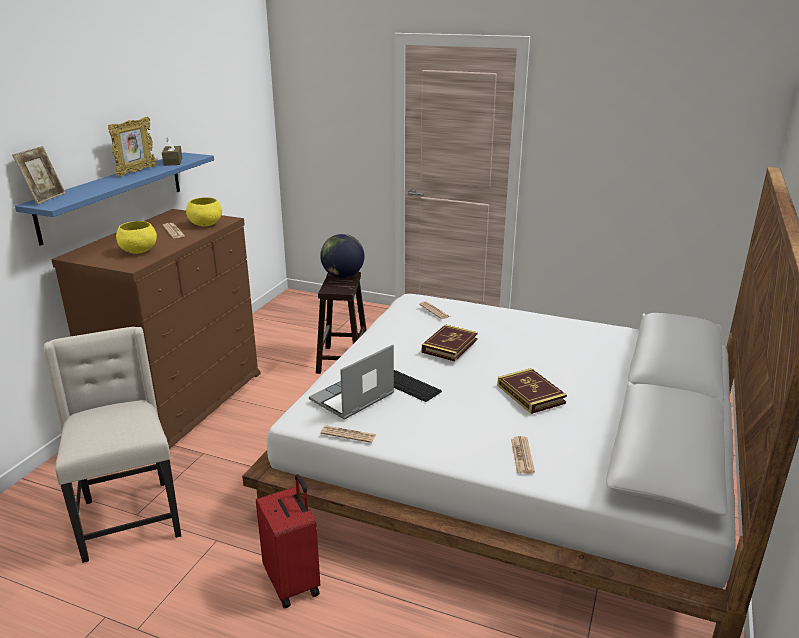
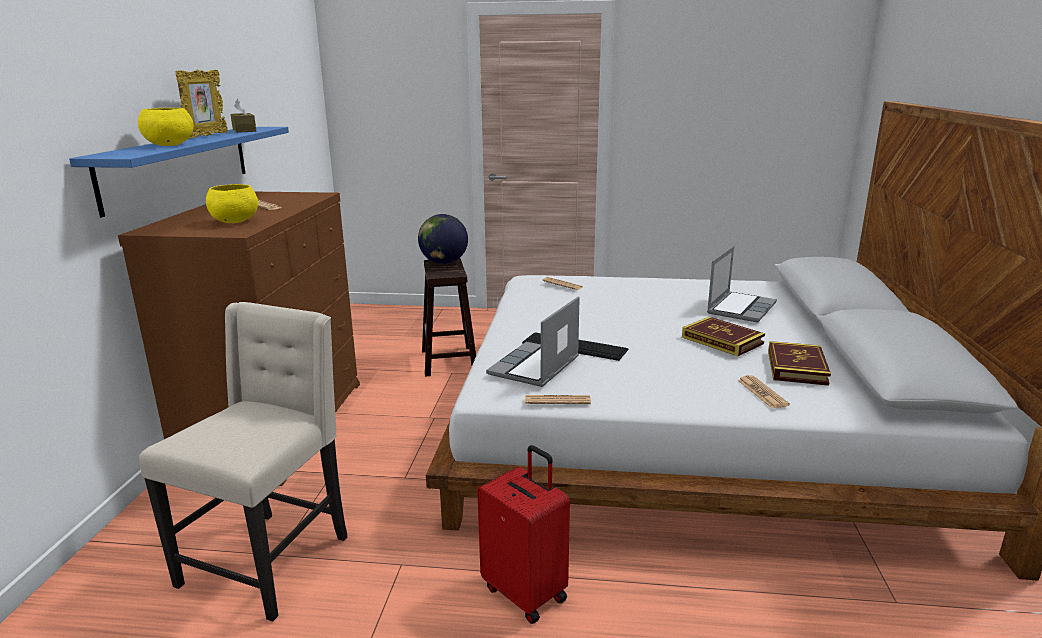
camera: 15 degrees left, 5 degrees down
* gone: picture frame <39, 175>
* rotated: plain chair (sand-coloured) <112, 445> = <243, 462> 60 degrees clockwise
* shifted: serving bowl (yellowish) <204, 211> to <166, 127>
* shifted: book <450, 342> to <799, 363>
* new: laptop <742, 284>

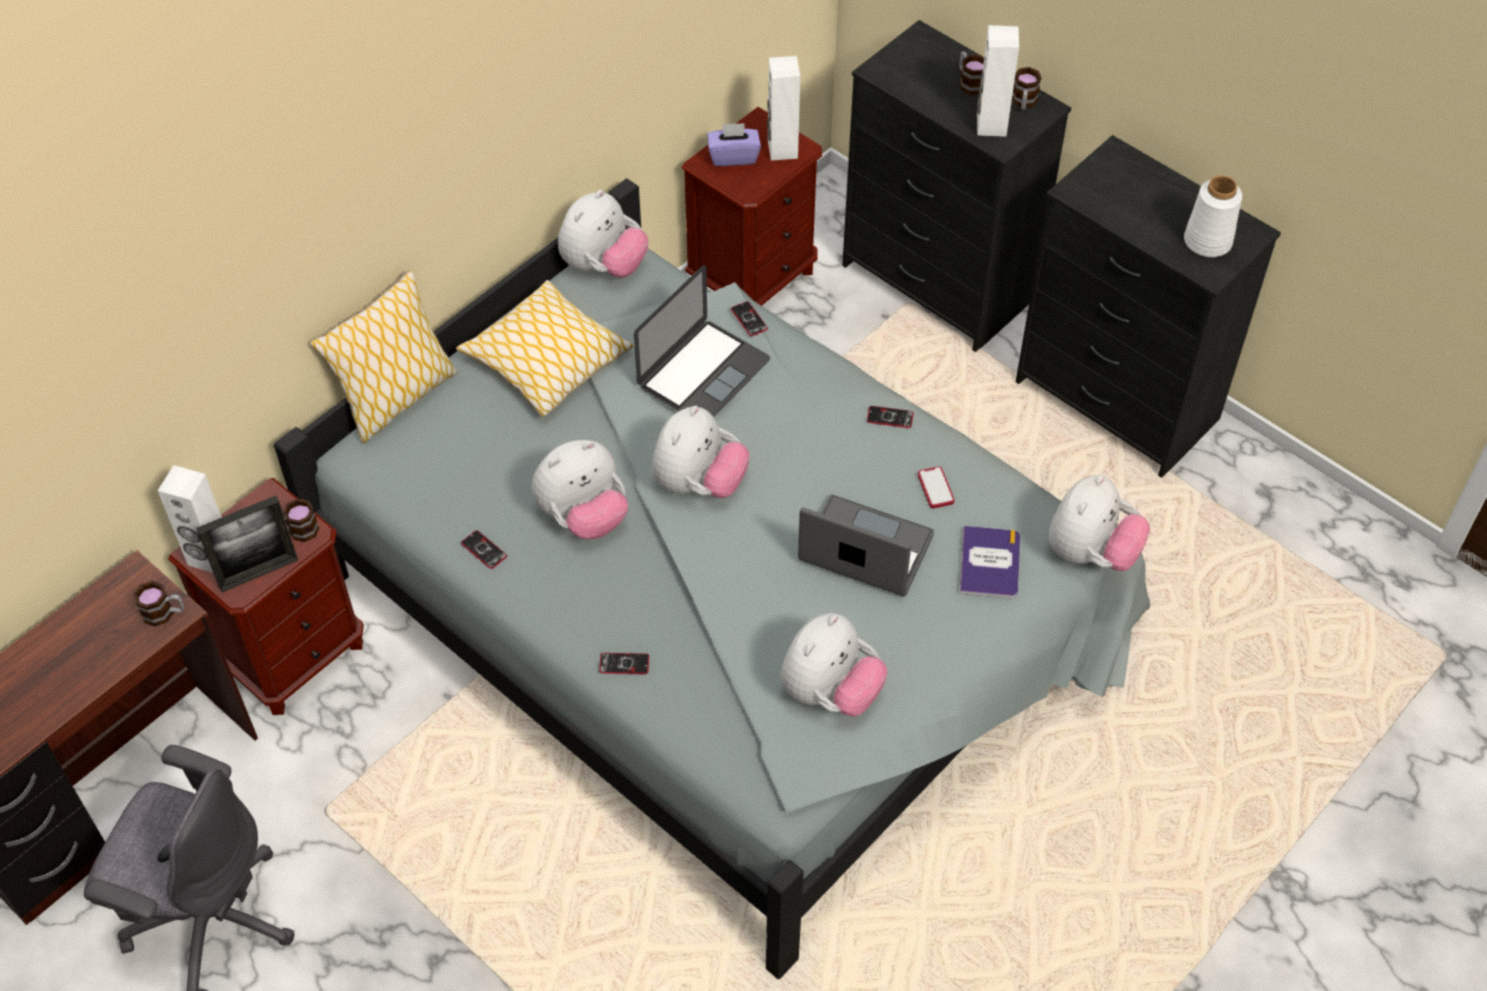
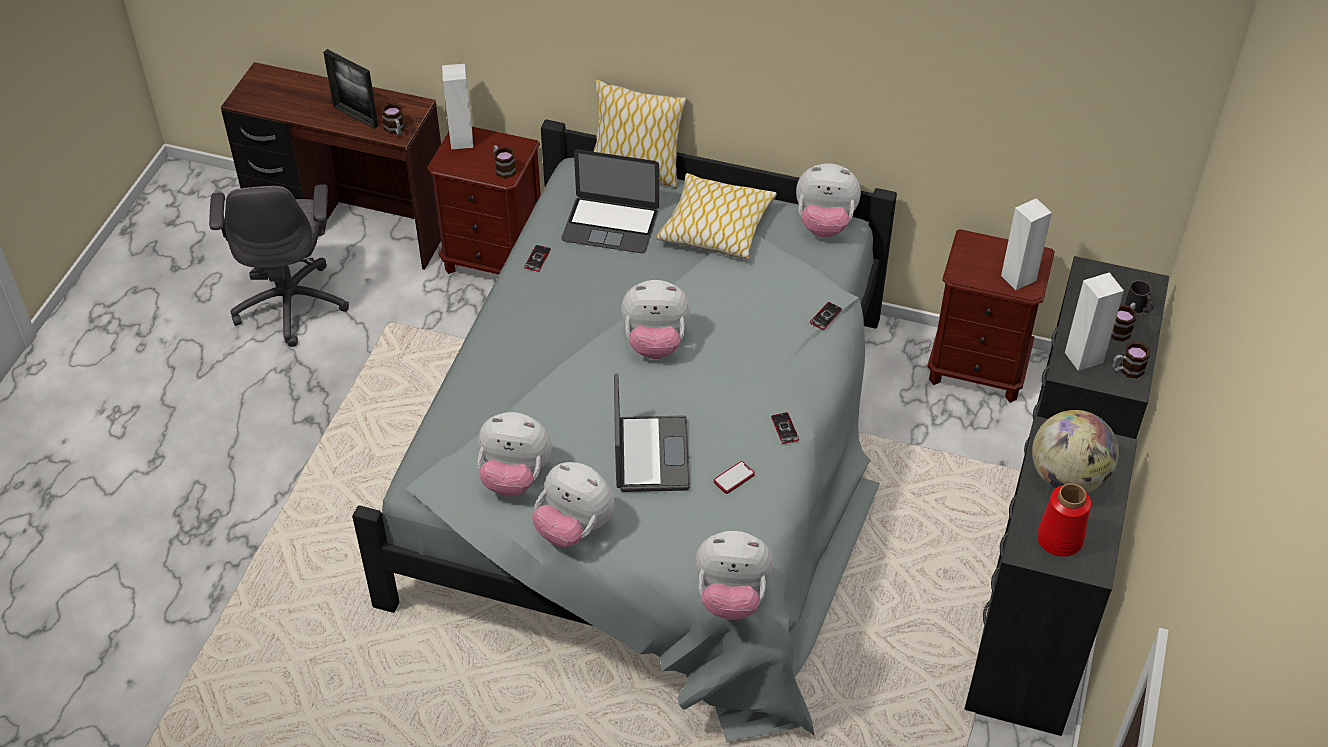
camera: 65 degrees right, 5 degrees down
* shifted: picture frame <247, 543> to <350, 89>
* shifted: cuddly toy <580, 489> to <573, 504>
* gone: phone <624, 663>
* shifted: laptop <702, 341> to <610, 201>
* gone: box of tissues (purple) <734, 144>
* gone: book <990, 562>
* repainted: vase (white) <1213, 216> to vase (red-coloured) <1064, 520>
* new: world globe <1075, 451>
* new: mug (black) <1139, 297>

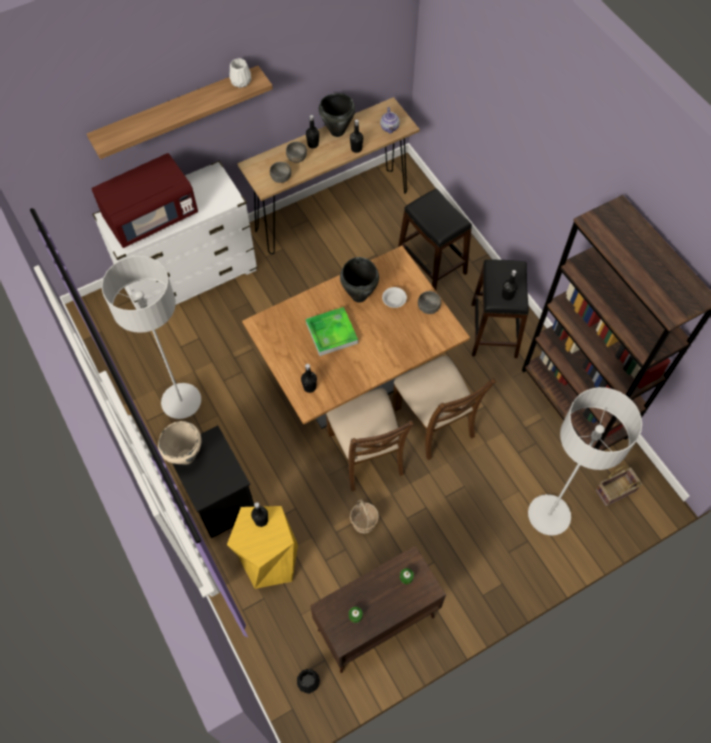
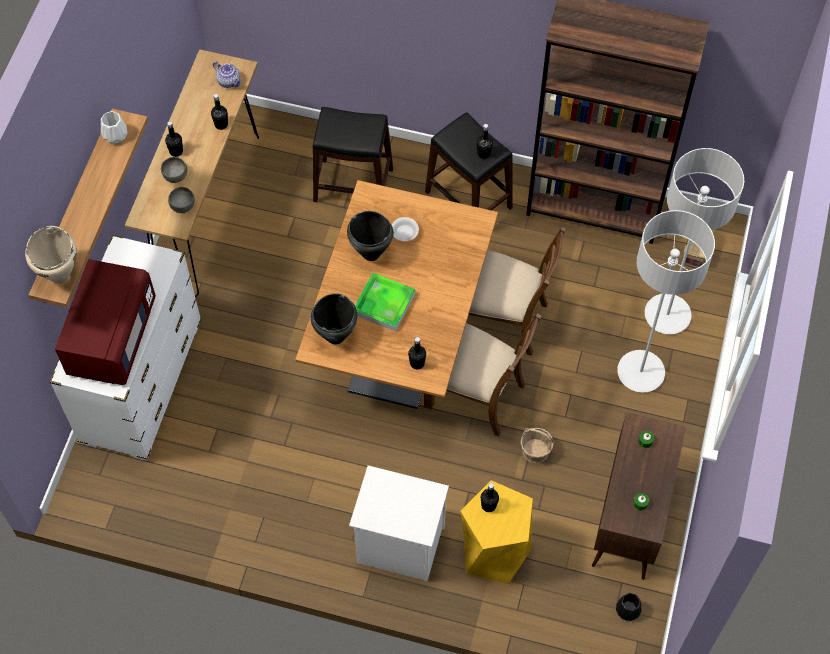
camera: 45 degrees left, 0 degrees up
* shifted: standing lamp (grey) <151, 337> to <666, 301>
* shifted: saucepot (sand-coloured) <179, 443> to <51, 255>
* repainted: nightstand (black) <213, 481> to nightstand (white) <399, 523>
* shifted: saucepot (black) <337, 115> to <334, 318>
* gone: serving bowl (grey) <429, 302>

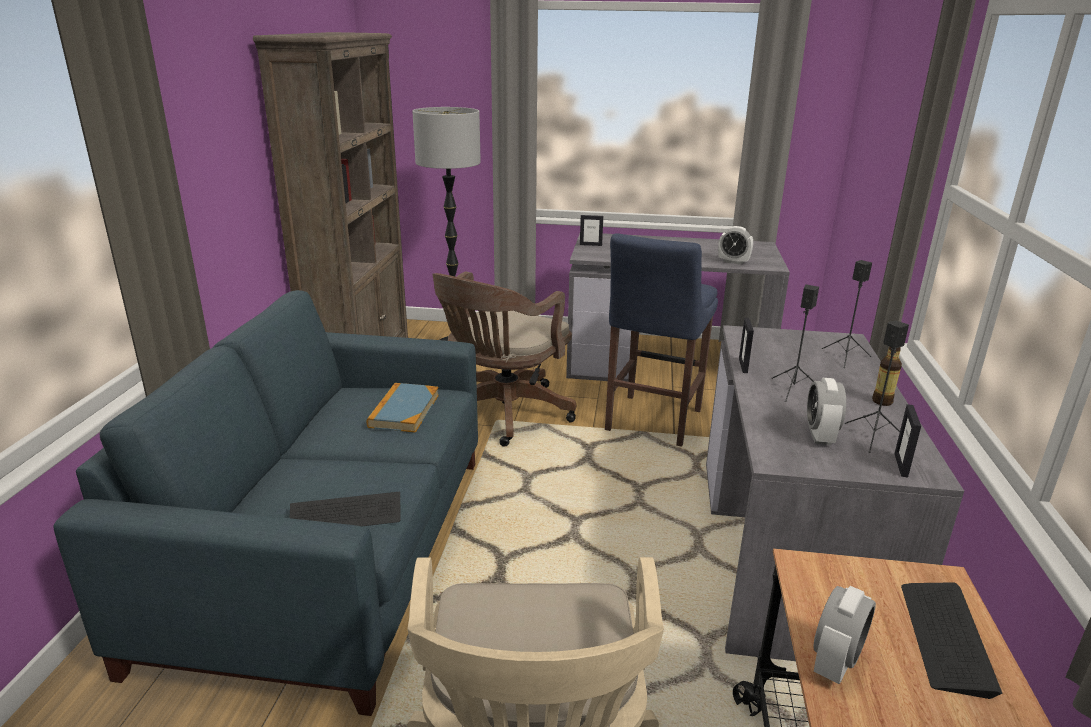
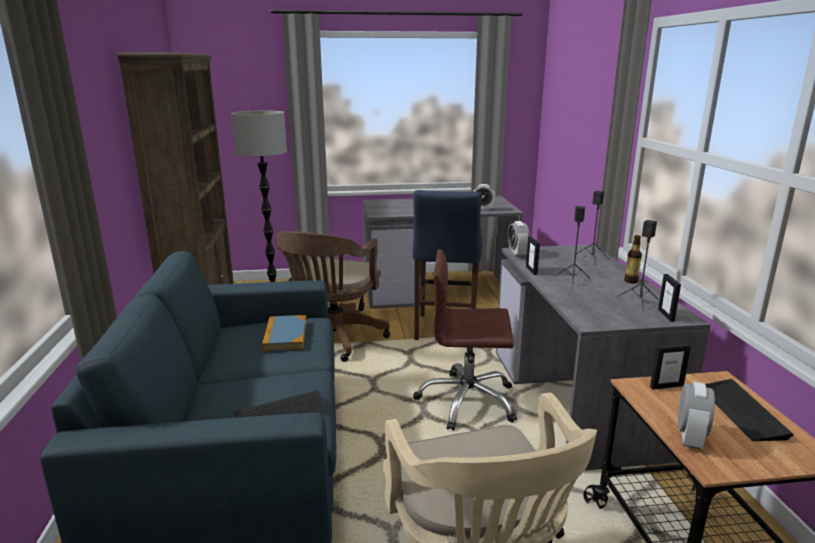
camera: 15 degrees left, 5 degrees down
* shifted: picture frame <591, 230> to <670, 367>
* shifted: bedside clock <826, 411> to <519, 239>
* new: computer chair (brown) <465, 340>

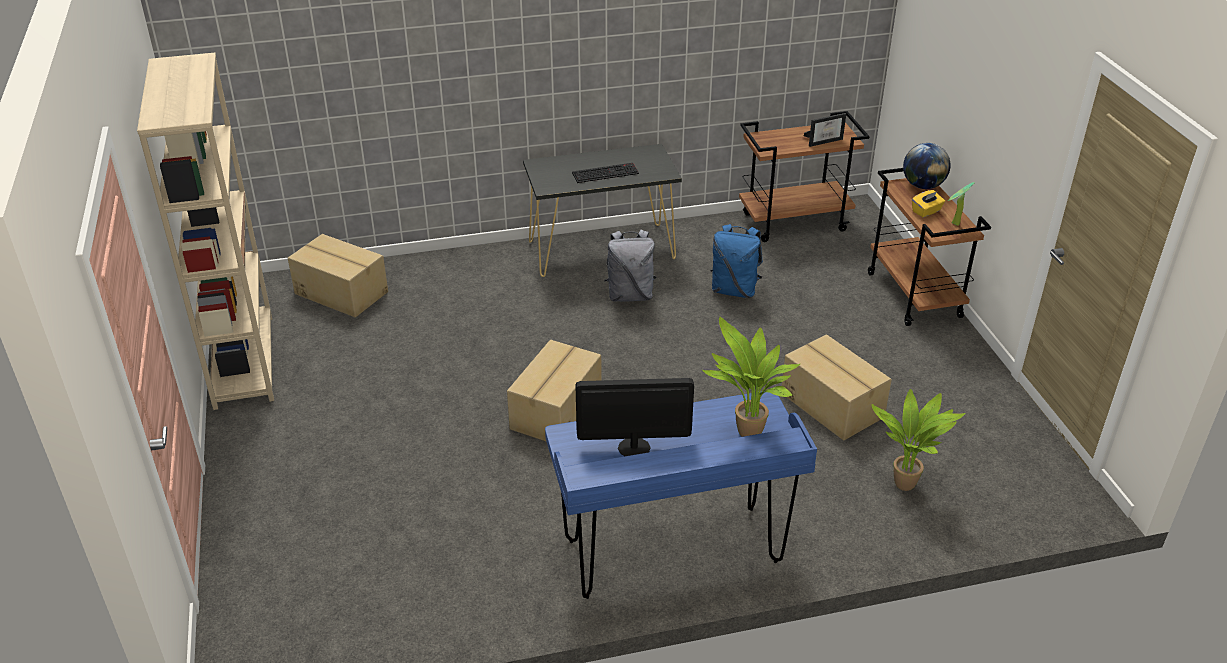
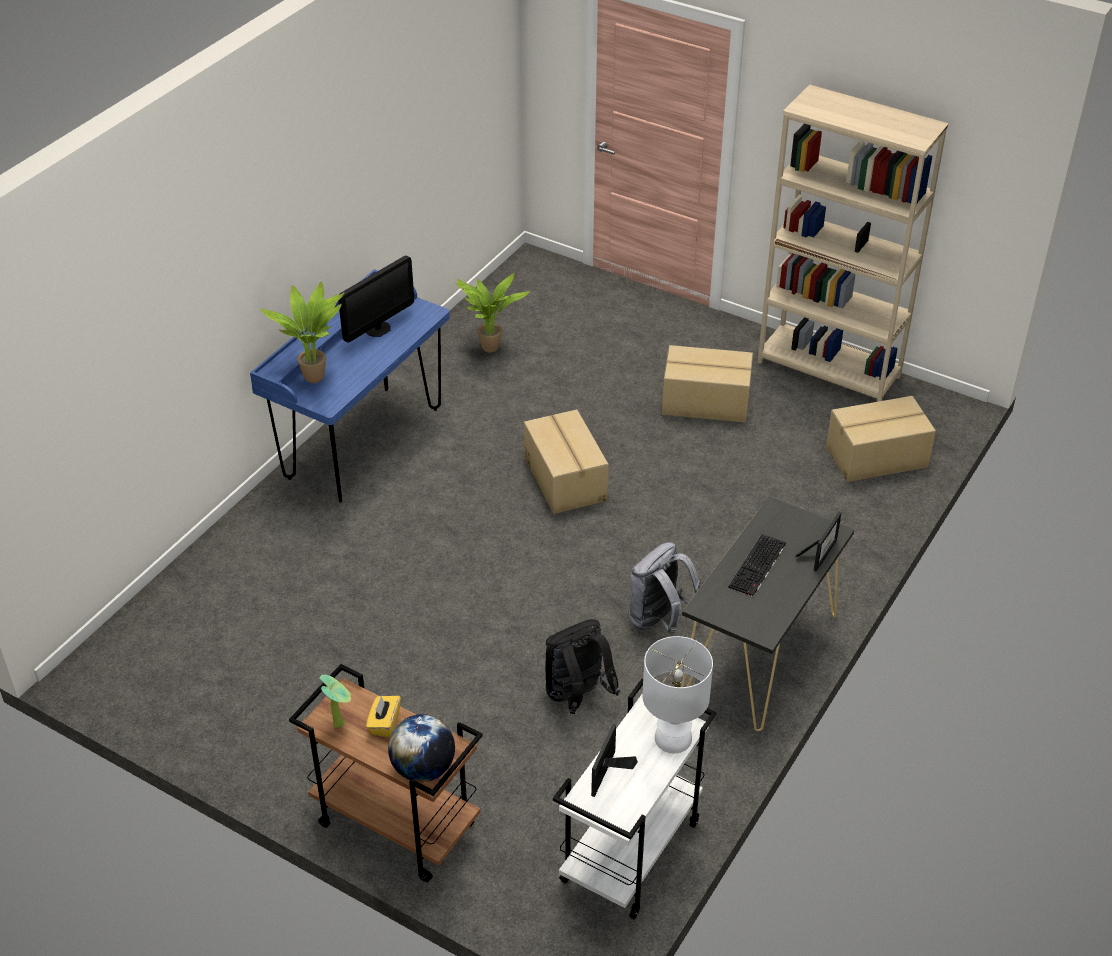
camera: 135 degrees right, 5 degrees up
* repainted: rucksack (bluish) <737, 261> to rucksack (black) <582, 666>
* repainted: cart (brown) <804, 176> to cart (white) <635, 799>
* shifted: cardboard box <837, 387> to <707, 383>
* shifted: potted plant <918, 440> to <492, 312>
* new: lamp for a table (white) <677, 694>
* new: picture frame <818, 541>

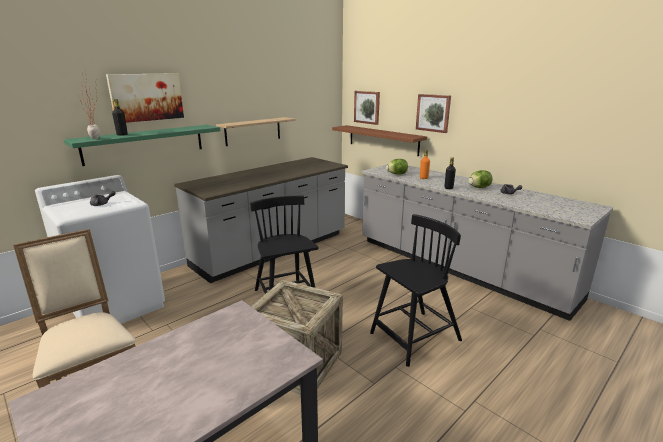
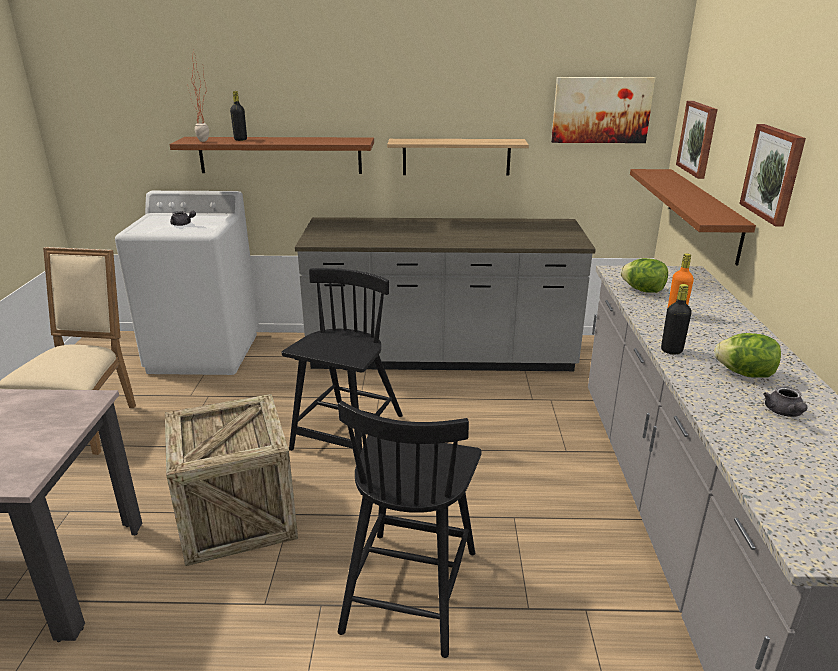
camera: 45 degrees right, 5 degrees up
* repainted: bracket shelf (green-coloured) <142, 145> to bracket shelf (brown) <271, 155>
* shifted: wall art <145, 98> to <603, 110>
* rotated: plain chair (black) <416, 290> = <410, 529> 90 degrees clockwise

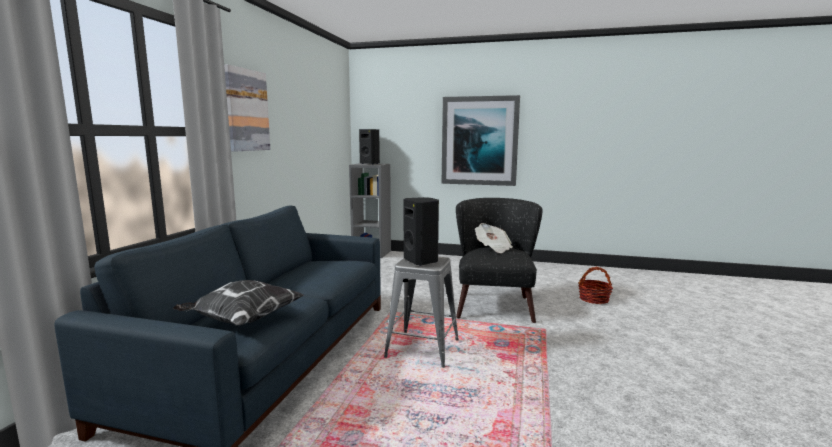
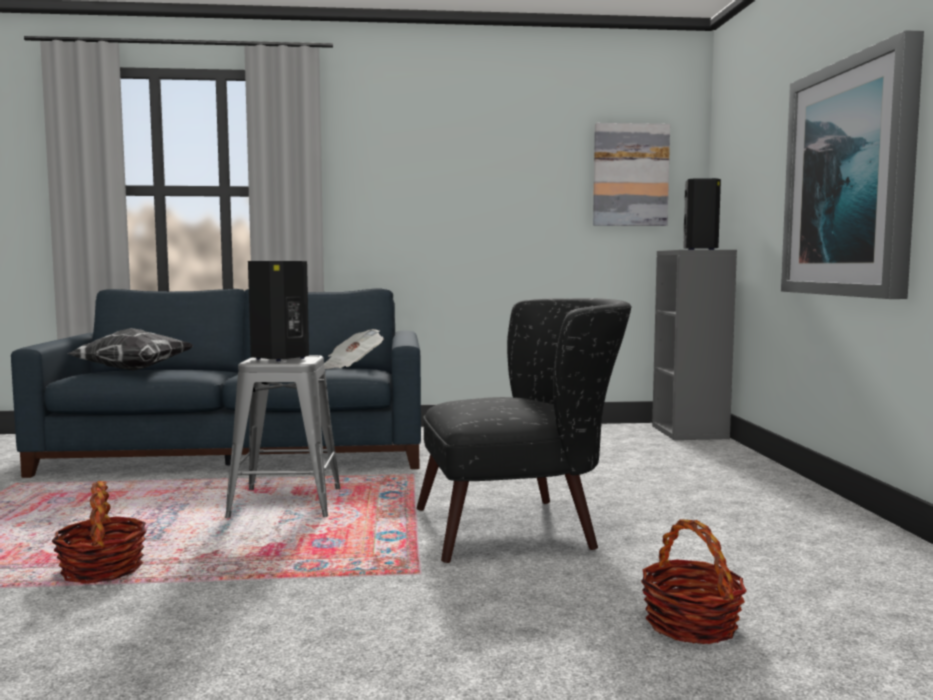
camera: 70 degrees right, 5 degrees down
* shifted: wall art <247, 108> to <631, 174>
* shifted: newspaper <494, 238> to <354, 349>
* new: storage basket <99, 532>

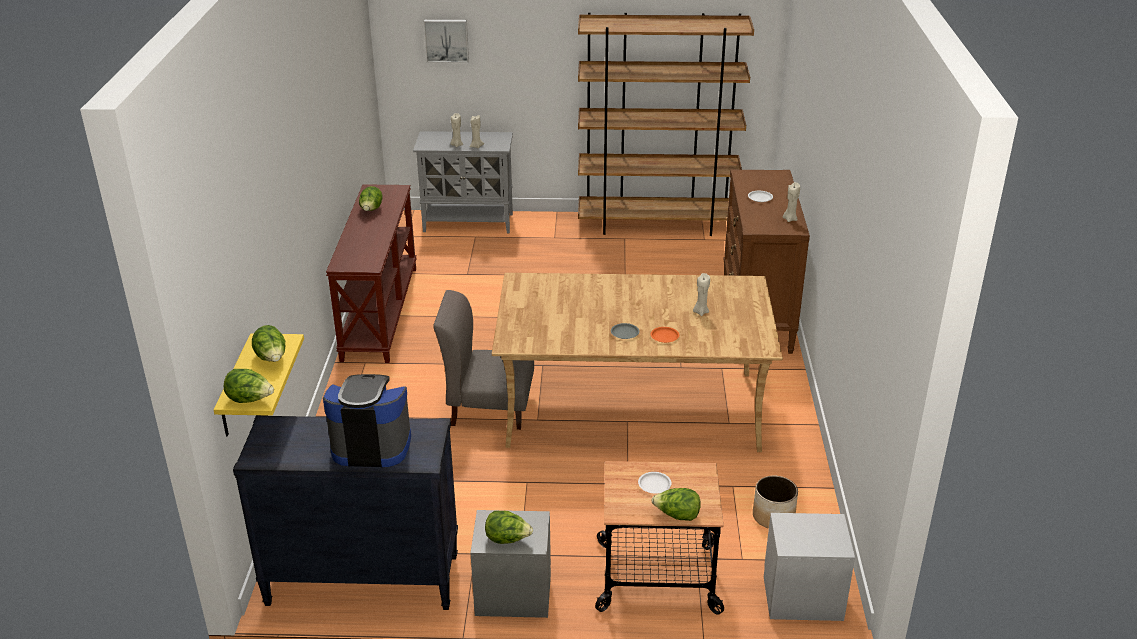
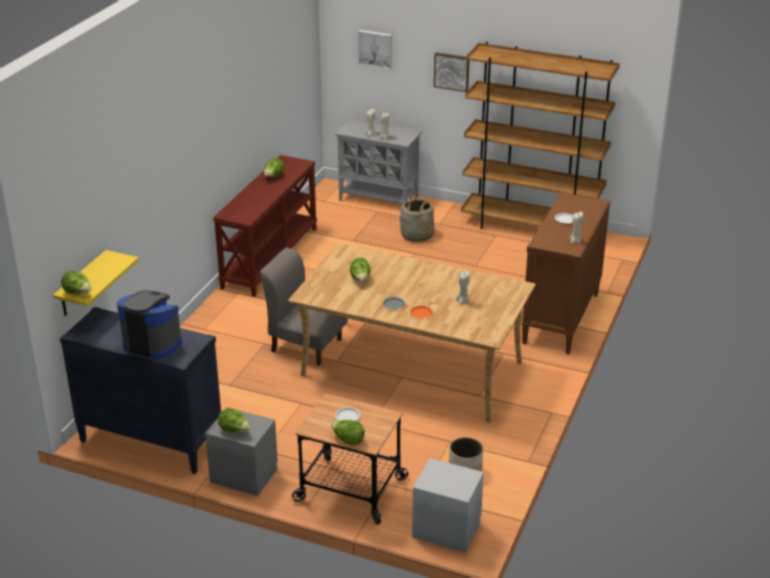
camera: 20 degrees right, 0 degrees up
* shifted: lettuce head <268, 343> to <360, 270>
* new: storage basket <417, 220>
* new: wall art <451, 72>

